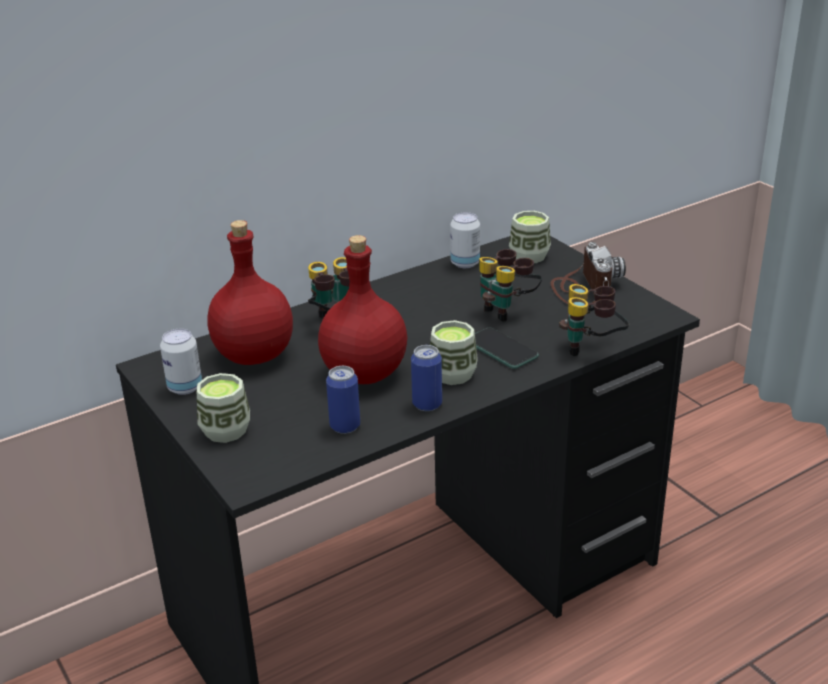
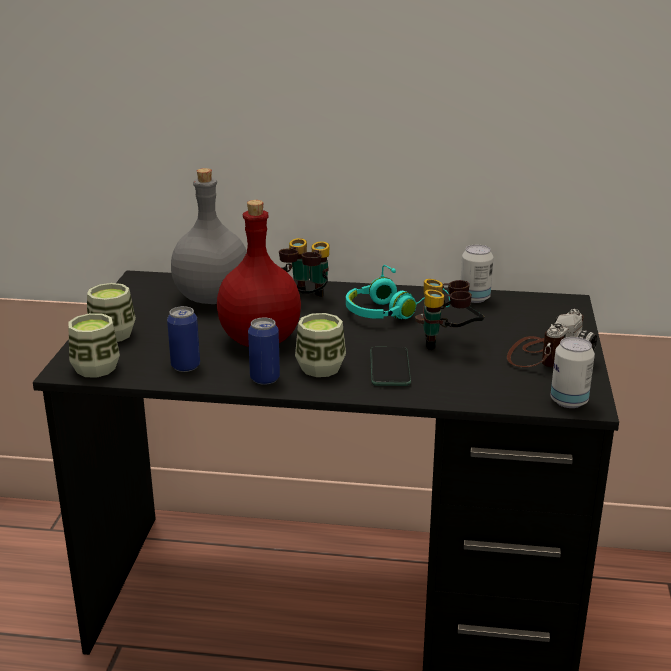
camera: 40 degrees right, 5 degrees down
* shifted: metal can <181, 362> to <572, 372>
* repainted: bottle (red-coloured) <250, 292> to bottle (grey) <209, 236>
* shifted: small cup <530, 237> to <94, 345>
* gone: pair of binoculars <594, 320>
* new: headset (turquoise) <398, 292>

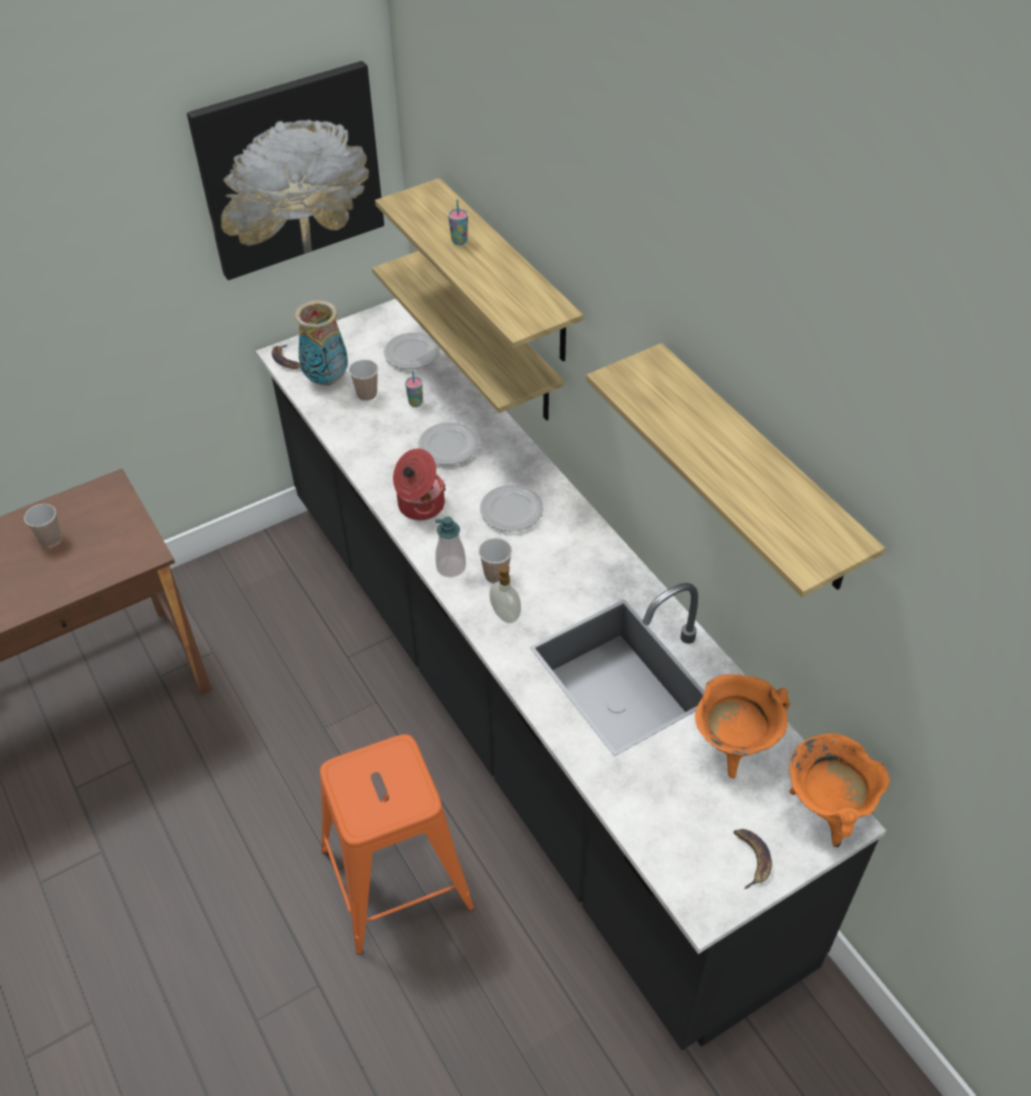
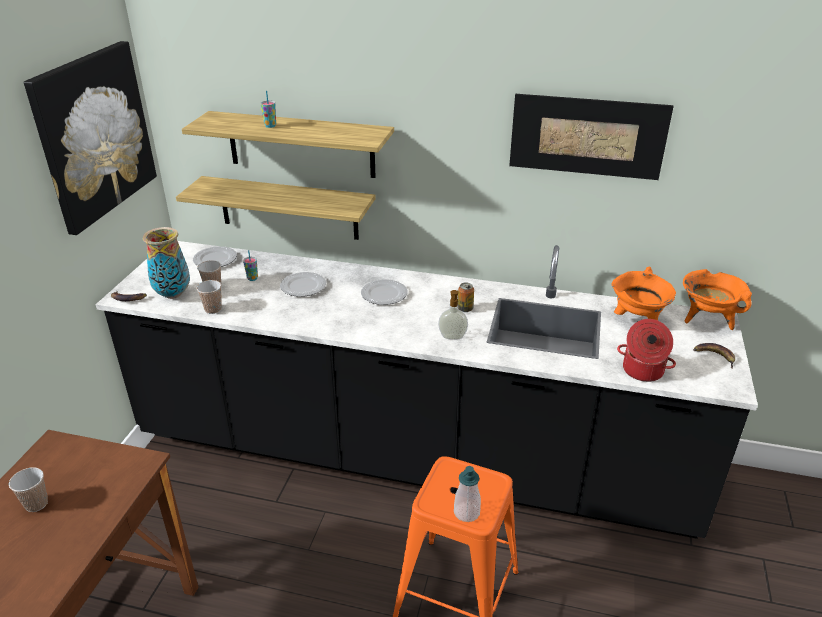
camera: 45 degrees left, 15 degrees down
* shifted: saucepot <419, 484> to <646, 350>
* shifted: liquid soap bottle <450, 547> to <467, 494>
* shifted: small cup <495, 560> to <209, 297>
* swapped: bracket shelf <735, 470> to wall art <591, 137>
* new: metal can <466, 297>

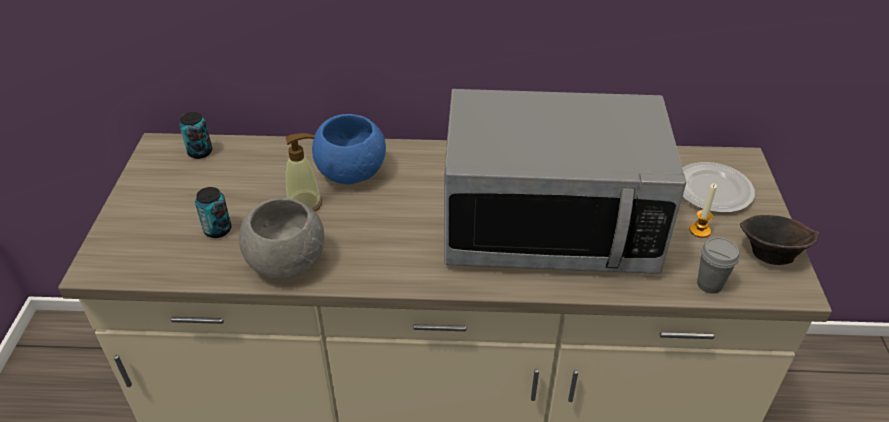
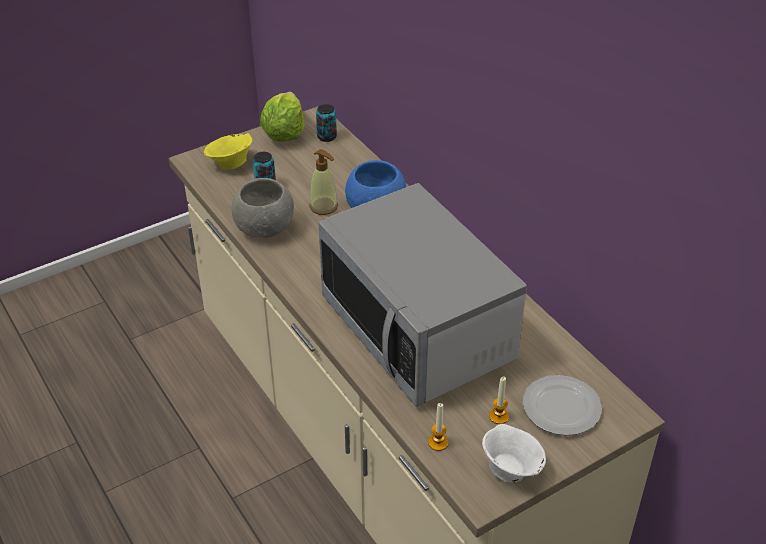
camera: 55 degrees right, 0 degrees up
* swapped: small cup (grey) <718, 265> to wax candle <438, 427>
* repainted: serving bowl (brown) <779, 240> to serving bowl (white) <514, 453>
* new: serving bowl (yellowish) <228, 151>
* new: lettuce head <282, 117>

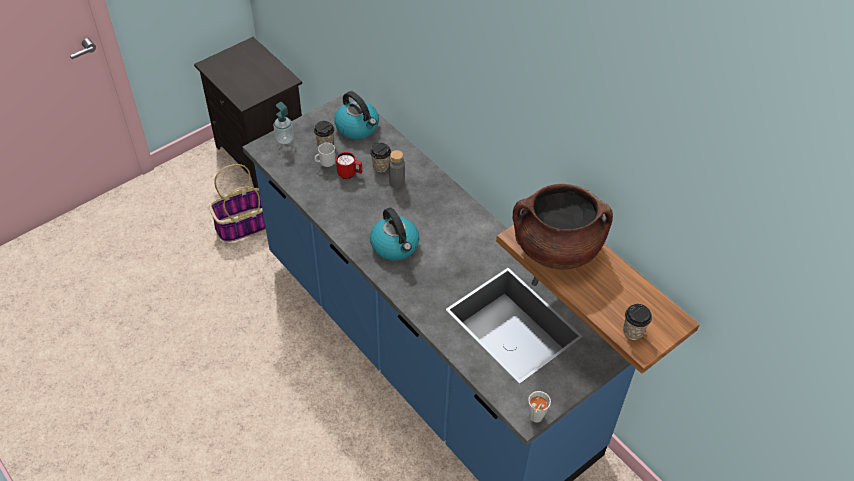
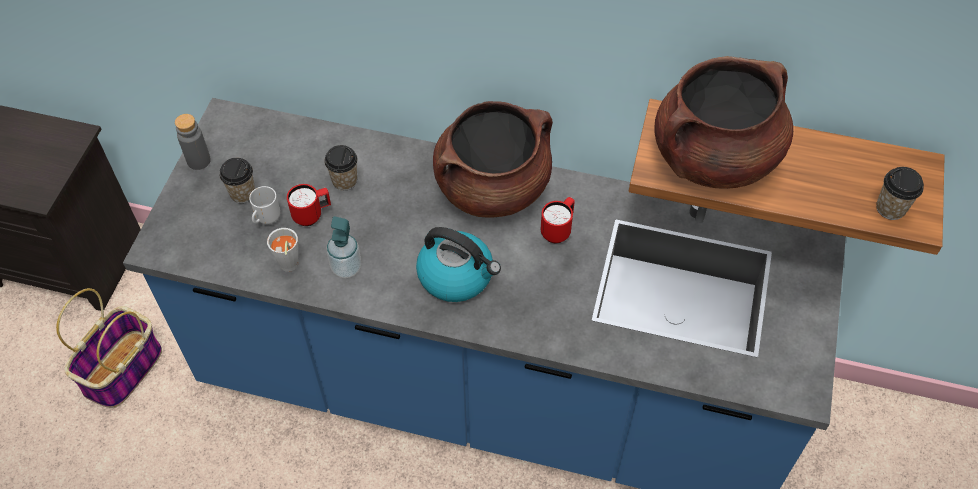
camera: 35 degrees left, 5 degrees up
* shifted: liquid soap bottle <283, 123> to <344, 247>
* gone: water kettle <356, 115>
* shifted: bottle (grey) <397, 169> to <193, 142>
* shifted: small cup (grey) <539, 406> to <282, 250>
* new: saucepot (brown) <493, 159>
* new: mug (red-coloured) <558, 220>

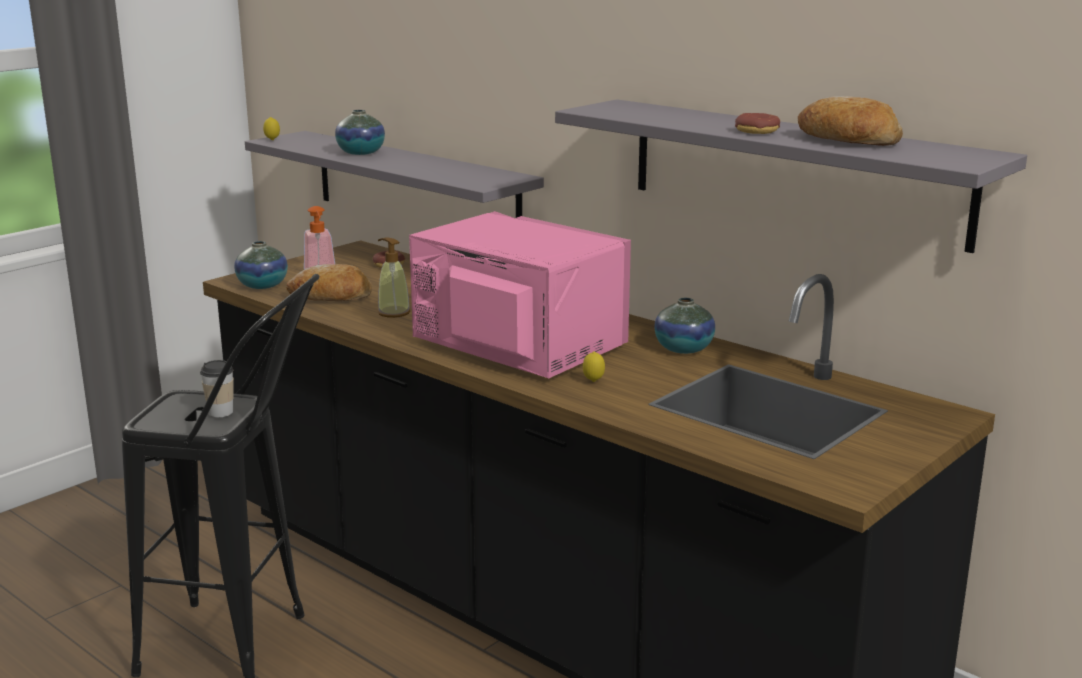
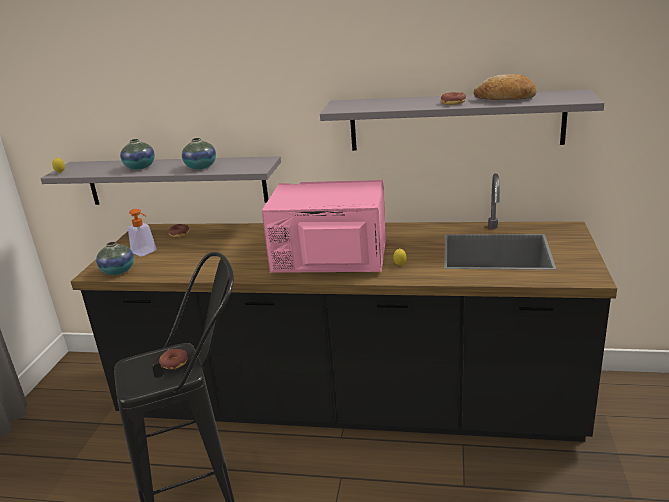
camera: 30 degrees left, 5 degrees up
* swapped: small cup <217, 388> to ring doughnut <173, 359>
* gone: bakery bread <329, 282>
* gone: liquid soap bottle <394, 277>
* shifted: vase <684, 326> to <199, 153>

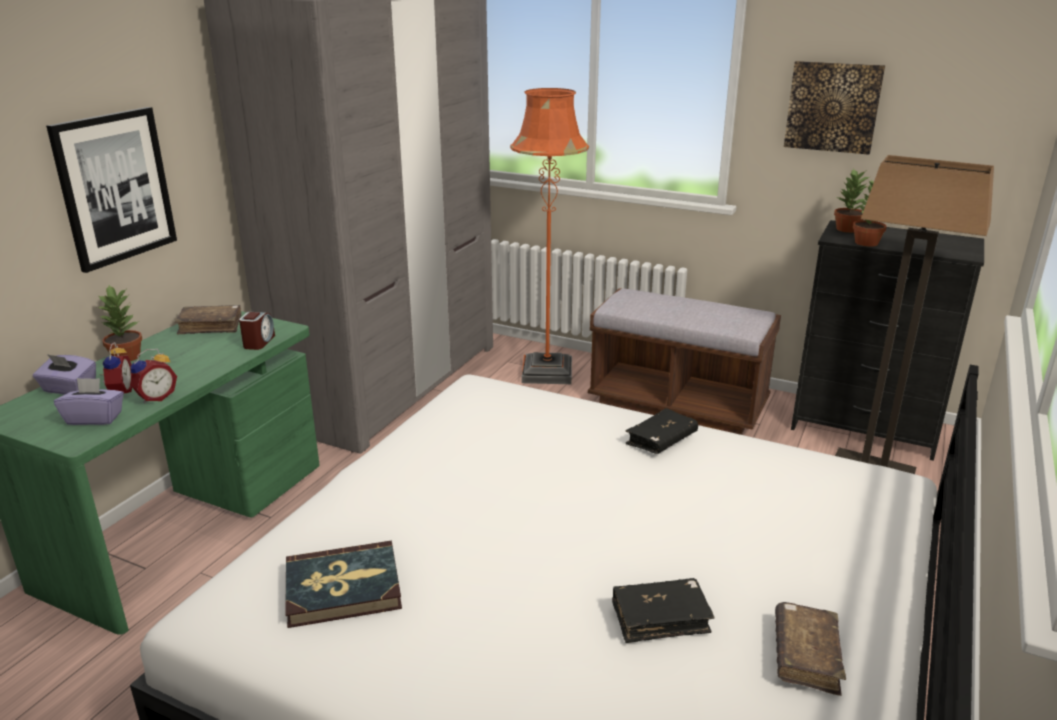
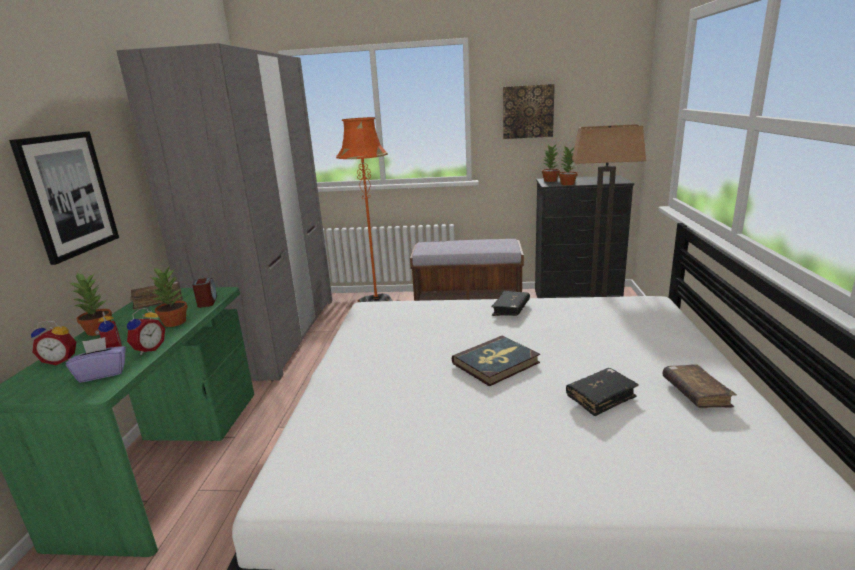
camera: 20 degrees left, 5 degrees down
* swapped: box of tissues (purple) <64, 374> to bedside clock <53, 342>
* shifted: book <343, 584> to <496, 361>
* new: potted plant <169, 296>

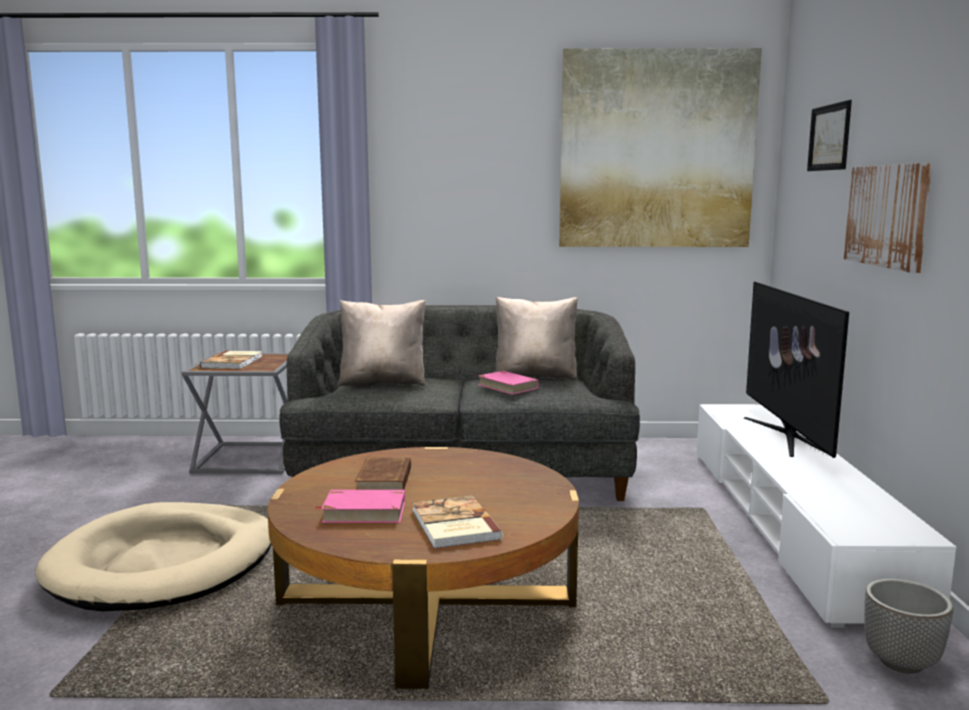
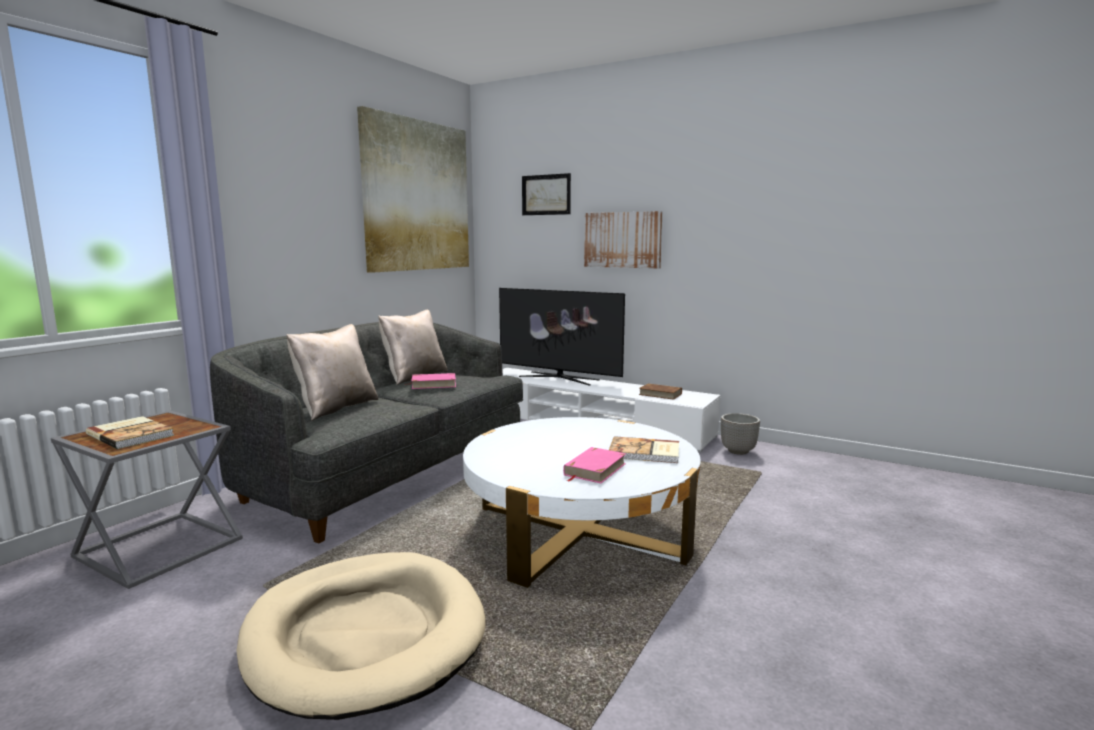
camera: 60 degrees left, 0 degrees up
* repainted: low table (brown) <423, 568> to low table (white) <582, 502>
* shifted: book (brown) <383, 474> to <660, 391>

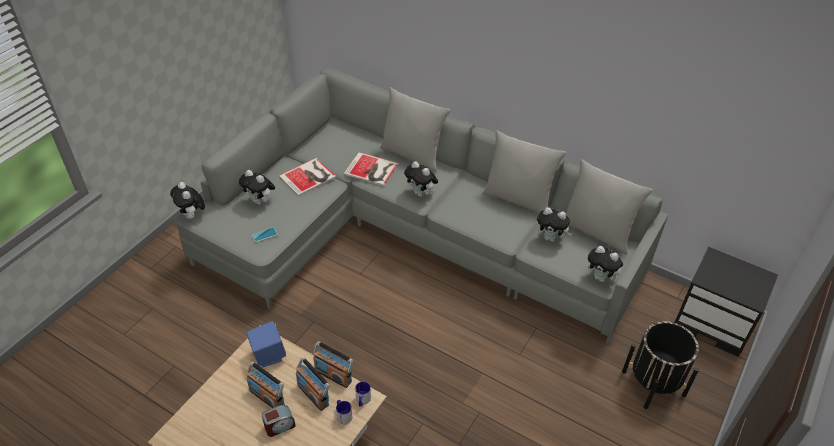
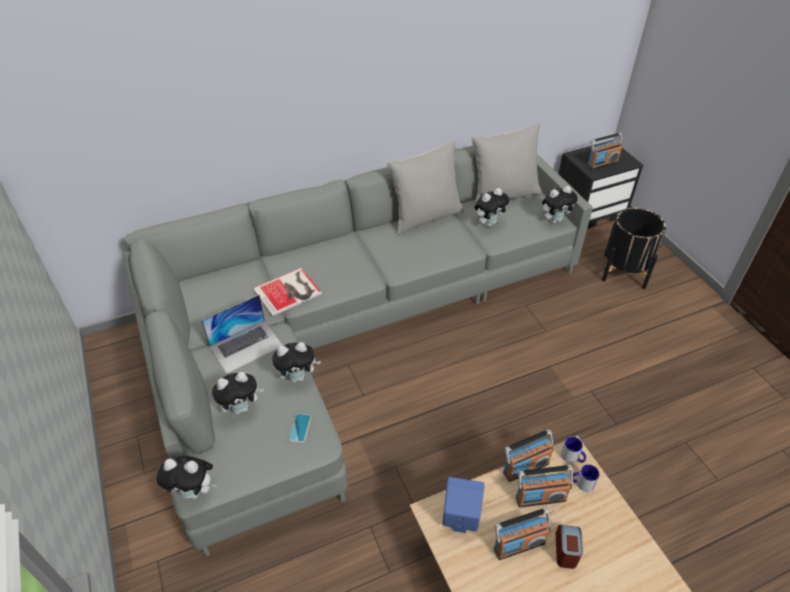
camera: 55 degrees left, 0 degrees up
* swapped: book <307, 177> to laptop <242, 334>
* gone: cushion (grey) <415, 129>
* shifted: cuddly toy <421, 179> to <296, 362>
* new: radio <604, 151>

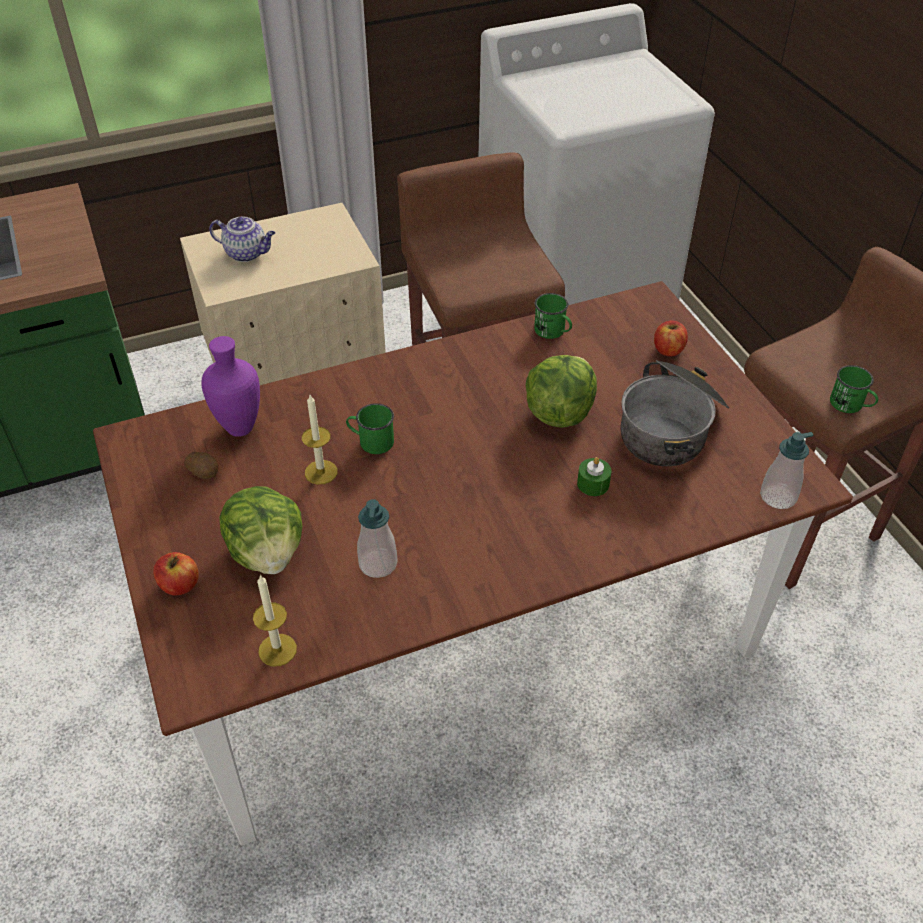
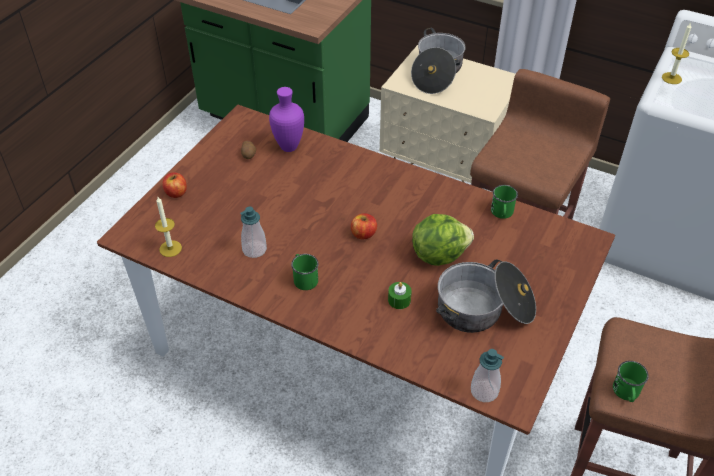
camera: 50 degrees right, 0 degrees up
* swapped: tea pot <242, 239> to saucepot <438, 61>
* gone: lettuce head <261, 530>
* shifted: wax candle <319, 440> to <676, 53>
* shifted: mug (green-coloured) <370, 428> to <305, 272>
* shifted: apple <671, 338> to <364, 226>

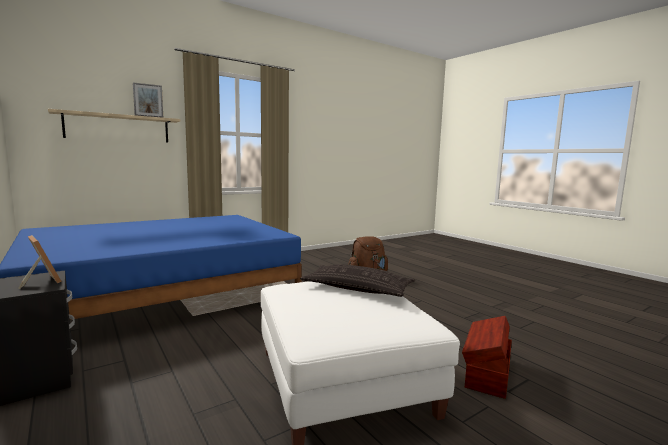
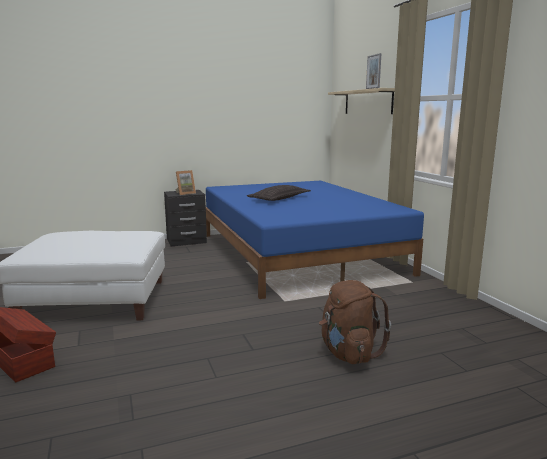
camera: 105 degrees right, 5 degrees up
* shifted: cushion <357, 280> to <279, 193>

